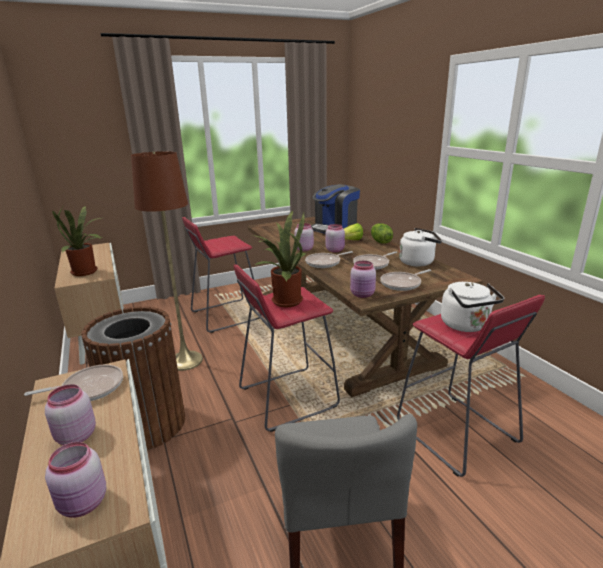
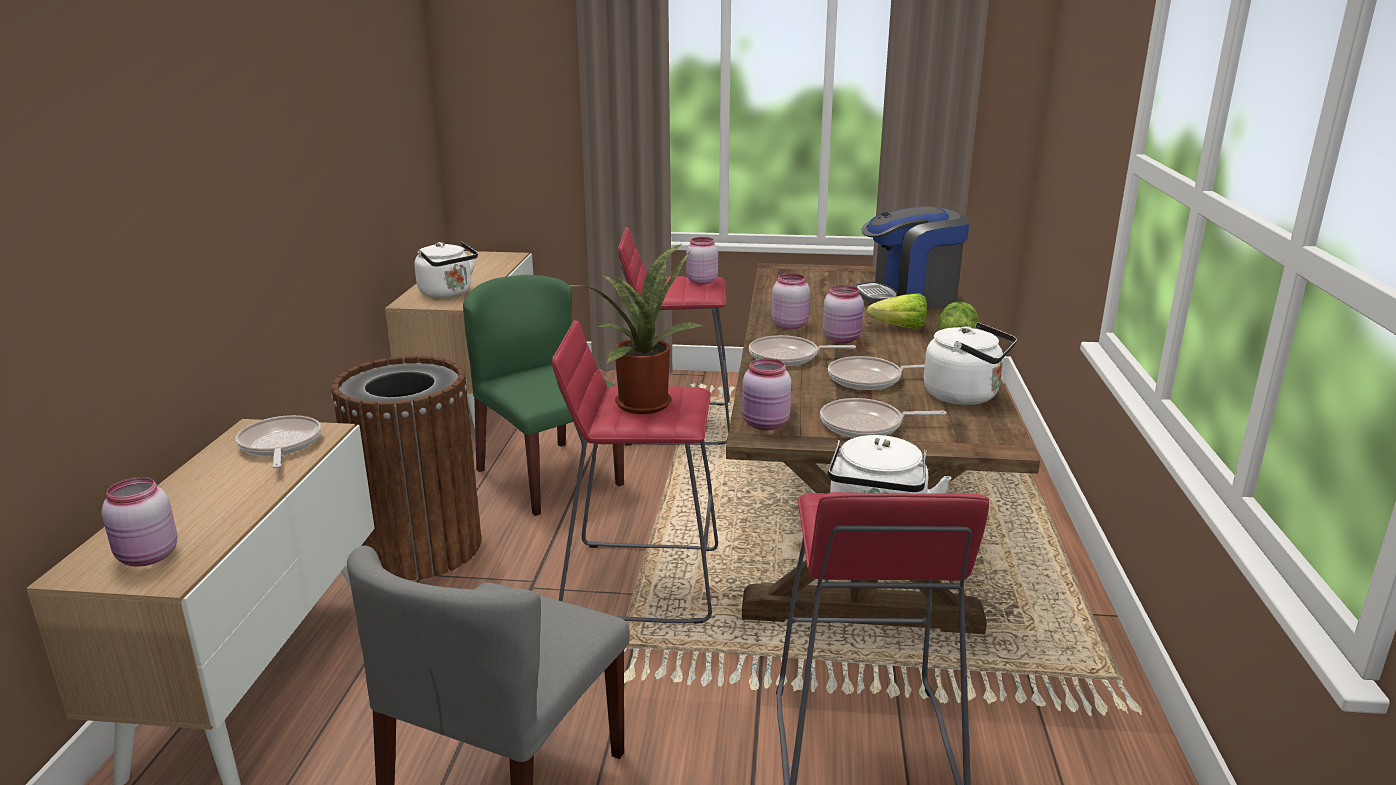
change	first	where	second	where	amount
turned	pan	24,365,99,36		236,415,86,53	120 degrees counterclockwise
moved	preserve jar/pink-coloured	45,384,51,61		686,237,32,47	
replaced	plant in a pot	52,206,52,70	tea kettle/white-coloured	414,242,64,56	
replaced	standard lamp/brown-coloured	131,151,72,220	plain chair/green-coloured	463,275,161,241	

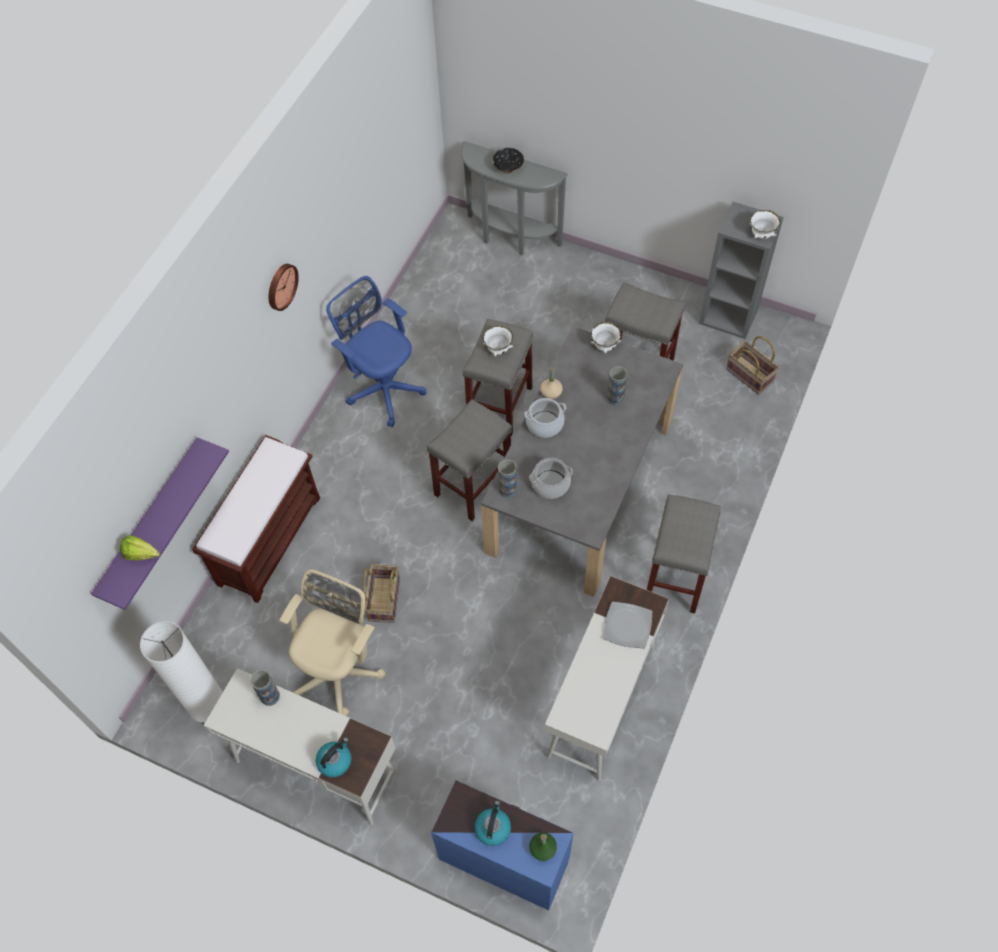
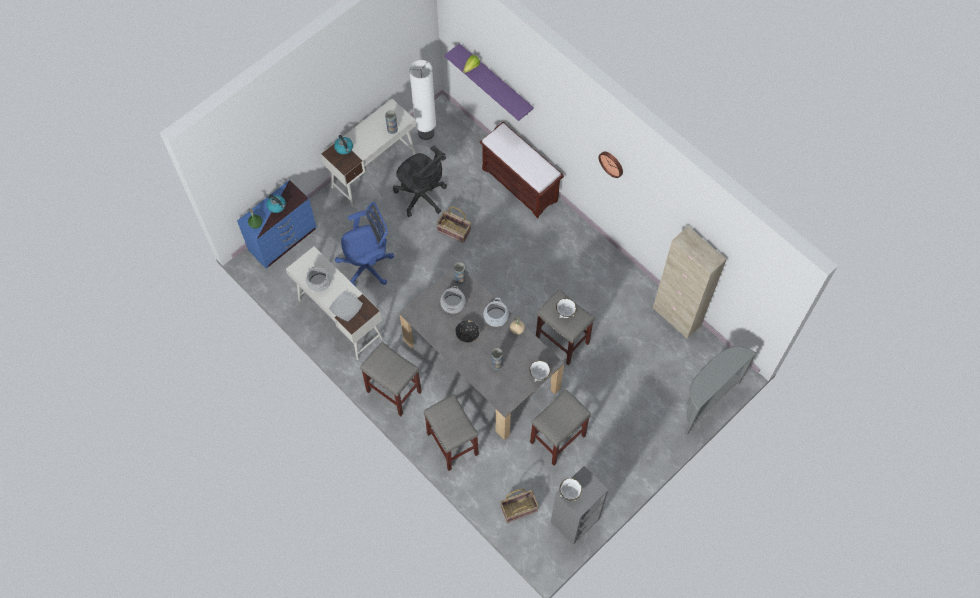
change	first	where	second	where	amount
recoloured	desk chair/beige	280,569,106,147	desk chair/black-coloured	393,145,54,72	
moved	desk chair/blue	326,276,101,151		335,202,59,85	
moved	stool/greyish	427,399,85,122		424,395,55,76	
moved	deep dish/black-coloured	492,148,32,25		455,320,24,23	
added			cooking pot	306,266,25,26	
added			cupboard/beige	653,226,74,113	

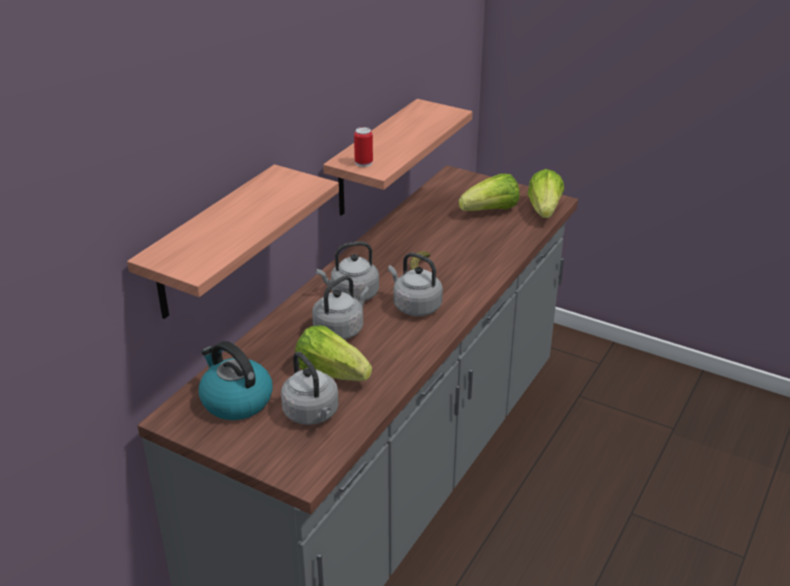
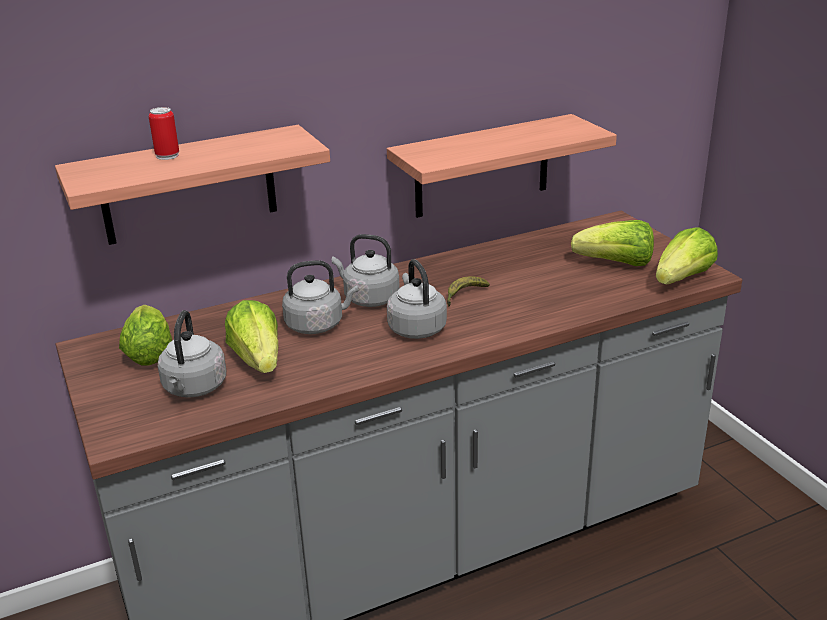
change	first	where	second	where	amount
replaced	tea kettle	199,341,74,79	lettuce	119,305,53,61	
moved	metal can	354,127,19,40		149,107,30,53	

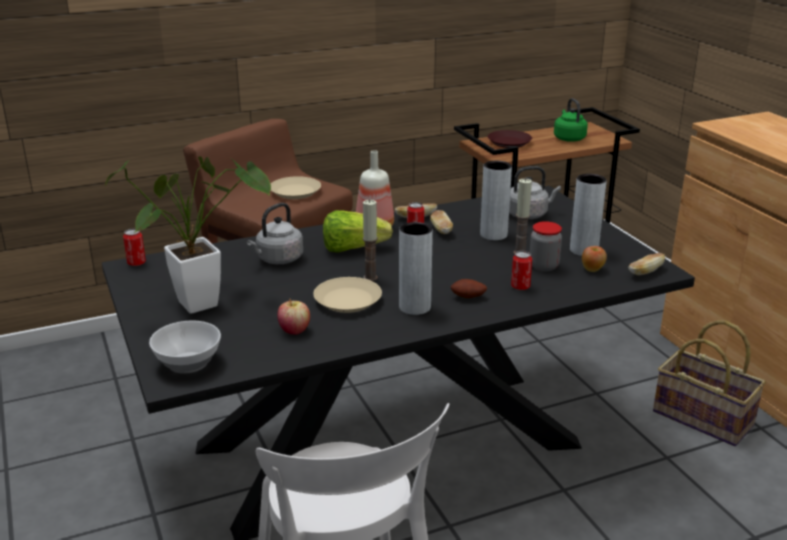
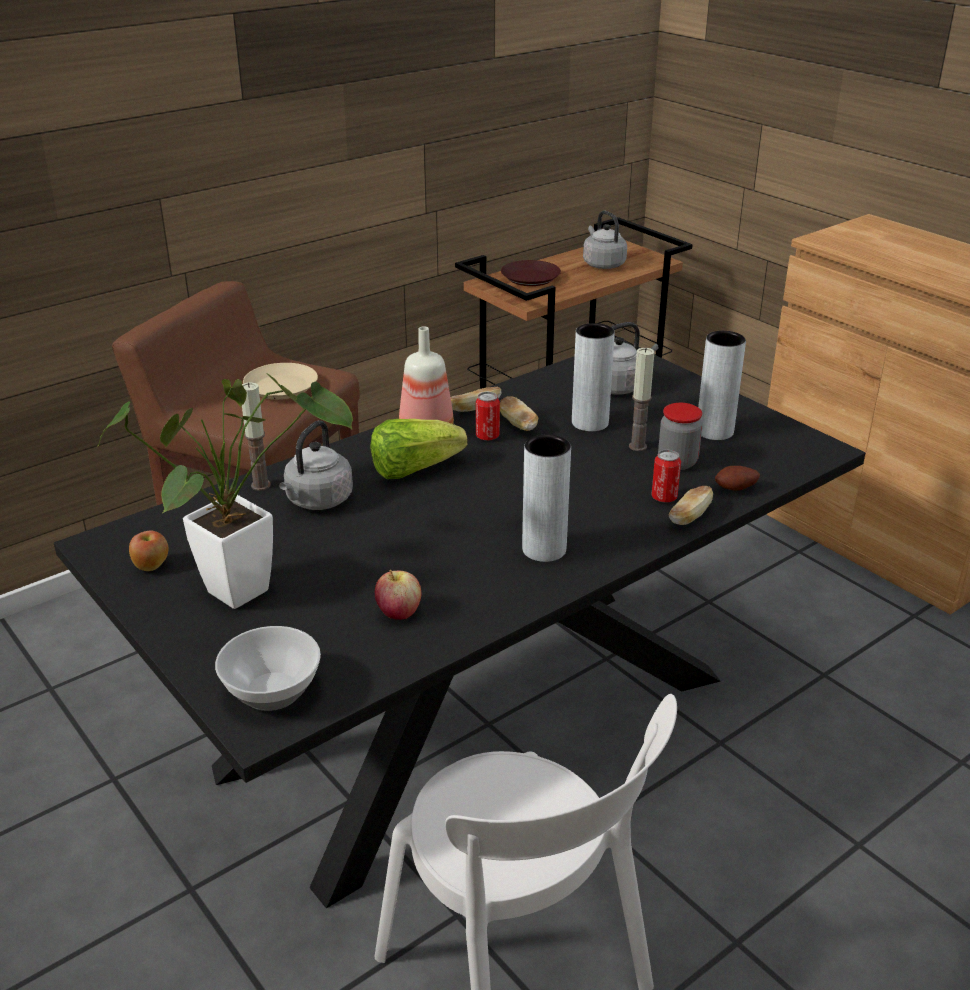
change	first	where	second	where	amount
removed	metal can	123,229,23,37			
removed	plate/beige	313,277,69,36			
moved	wax light	363,199,15,82		242,382,29,109	
moved	whole potato	451,279,36,19		715,466,45,25	
recoloured	tea kettle/green-coloured	554,98,34,44	tea kettle/greyish	583,211,44,58	
moved	whole apple	582,246,25,26		129,531,39,40	
moved	bread	628,253,37,22		669,486,44,39	
removed	storage basket	653,320,113,126			

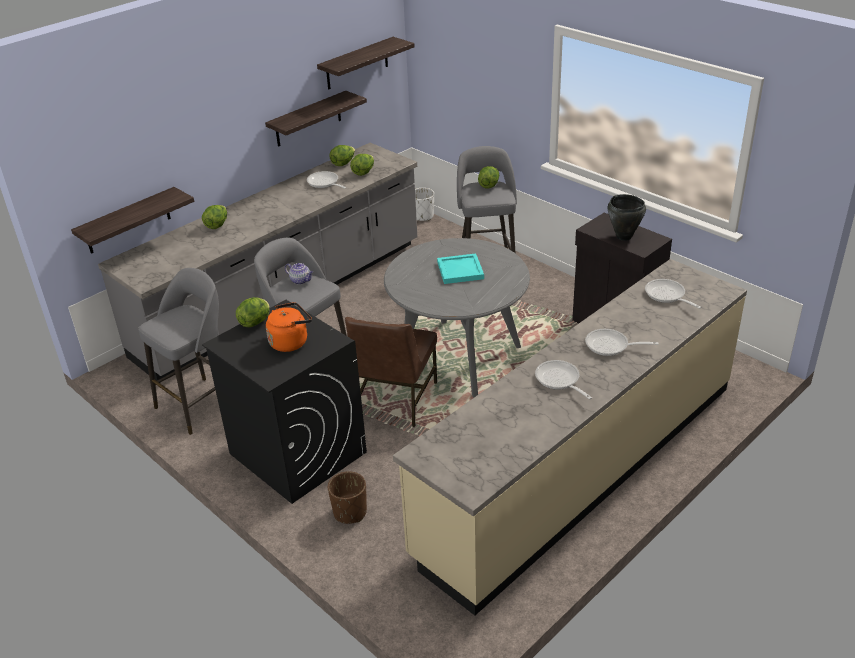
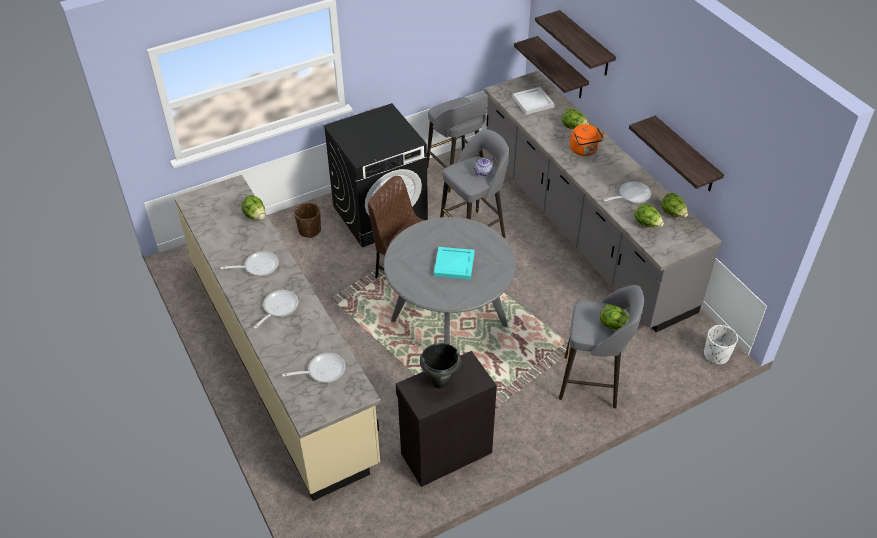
change	first	where	second	where	amount
moved	lettuce	236,297,34,30		241,195,24,26	
moved	tea kettle/orangey	266,302,46,50		570,124,34,32	
moved	wall shelf	317,37,98,53		535,10,81,65	
added			carrying tray/white-coloured	512,87,43,28	

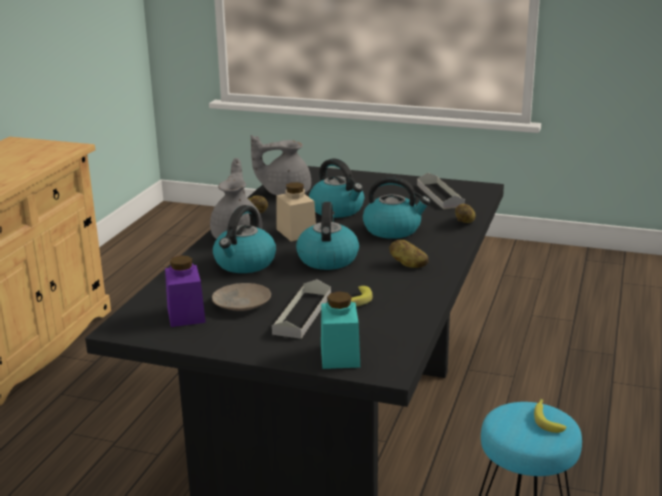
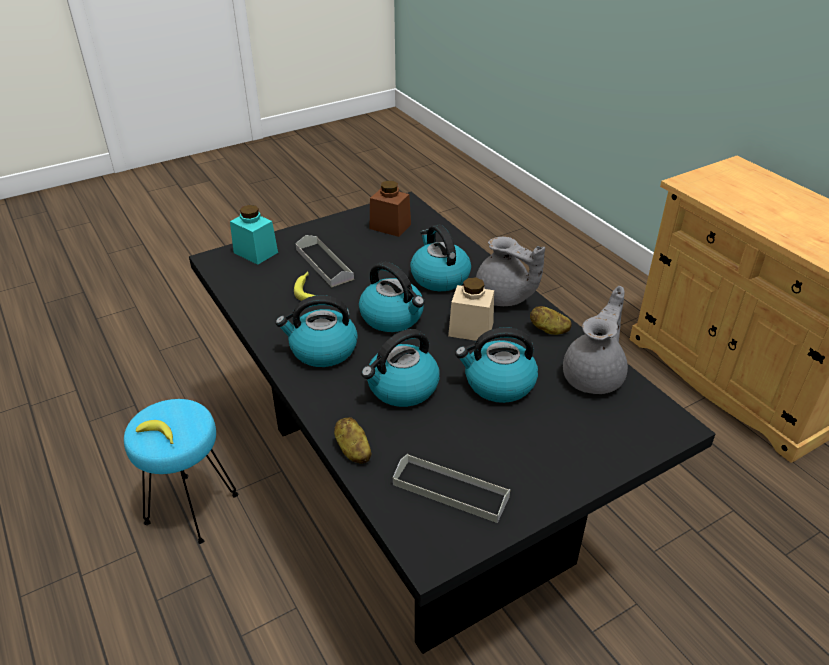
change	first	where	second	where	amount
recoloured	preserve jar/purple-coloured	165,255,41,72	preserve jar/brown-coloured	370,181,41,56	
removed	plate/beige	212,283,59,28			
replaced	whole potato	389,239,40,29	tea kettle	275,295,83,72	

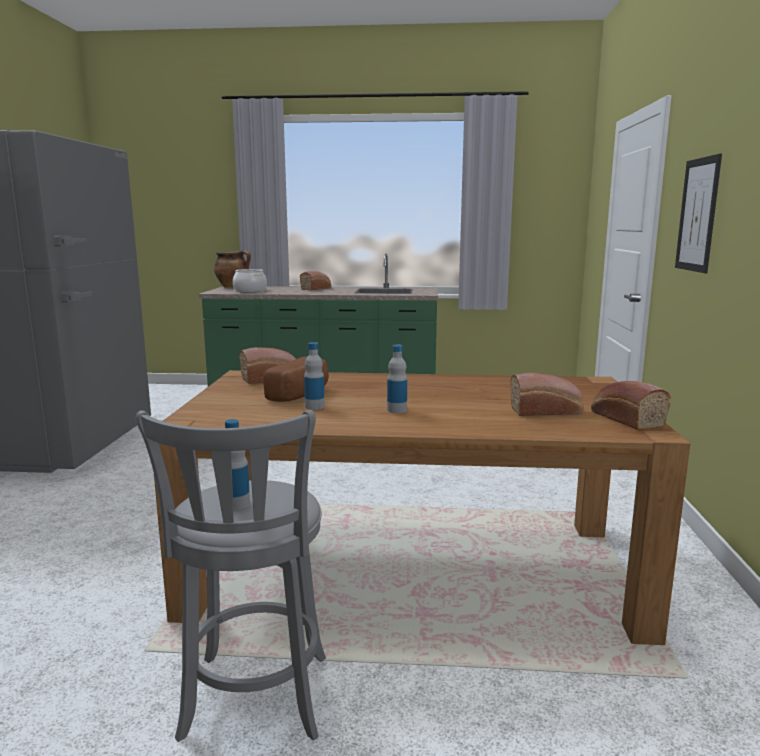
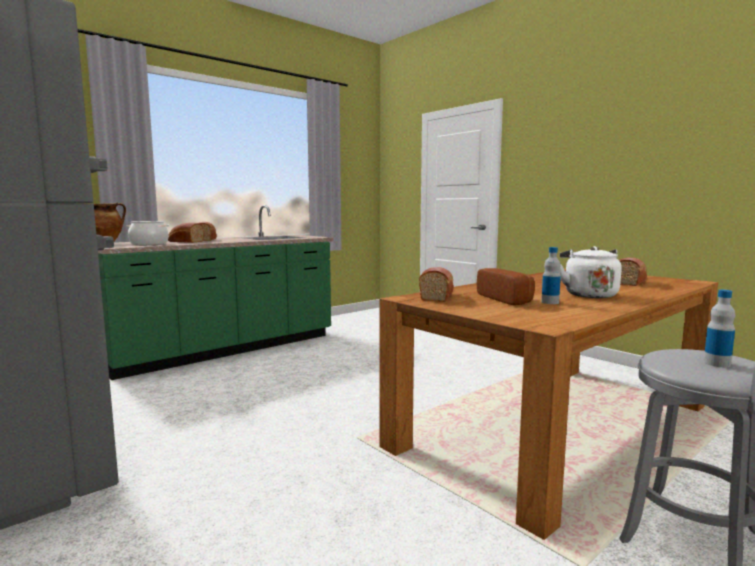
change	first	where	second	where	amount
replaced	bottle	387,345,20,68	tea kettle/white-coloured	559,246,63,52	
moved	bread	591,381,80,50		168,222,36,21	
removed	wall art	675,154,47,119			

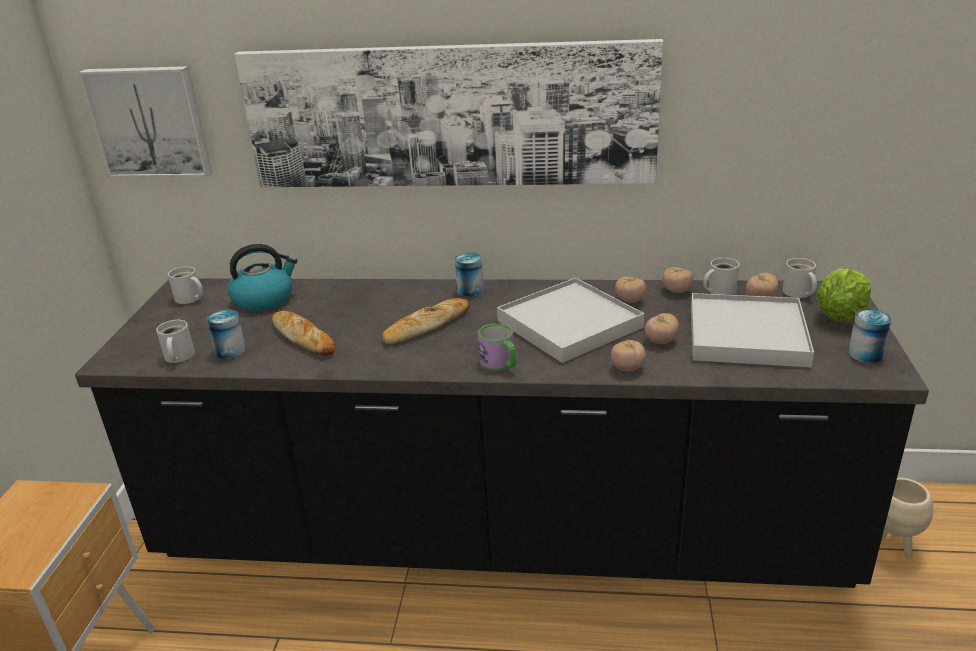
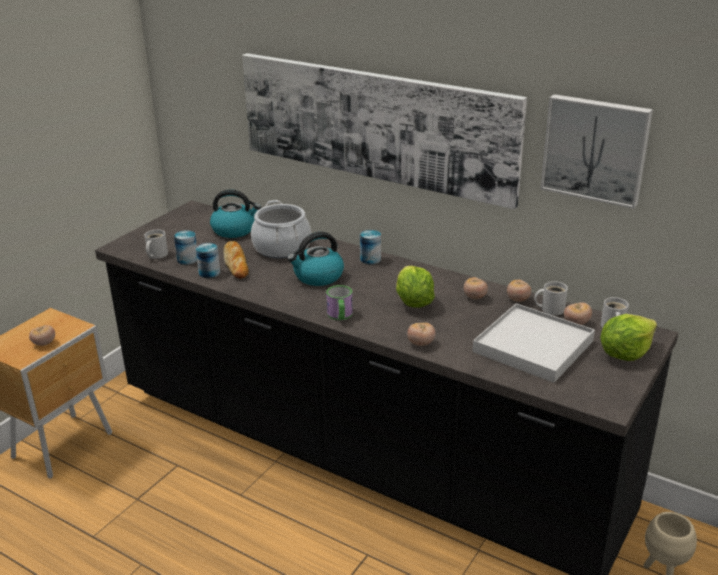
change	first	where	second	where	amount
moved	wall art	78,66,134,112		541,94,112,115	
removed	mug/white-coloured	168,266,35,38			
replaced	bread	383,298,87,47	tea kettle	287,232,57,54	
replaced	carrying tray/white-coloured	497,278,147,85	lettuce	396,266,39,42	
moved	tomato	645,313,34,31		29,325,26,21	
moved	metal can	848,309,43,54		196,243,24,35	
added			cooking pot	251,200,60,58	

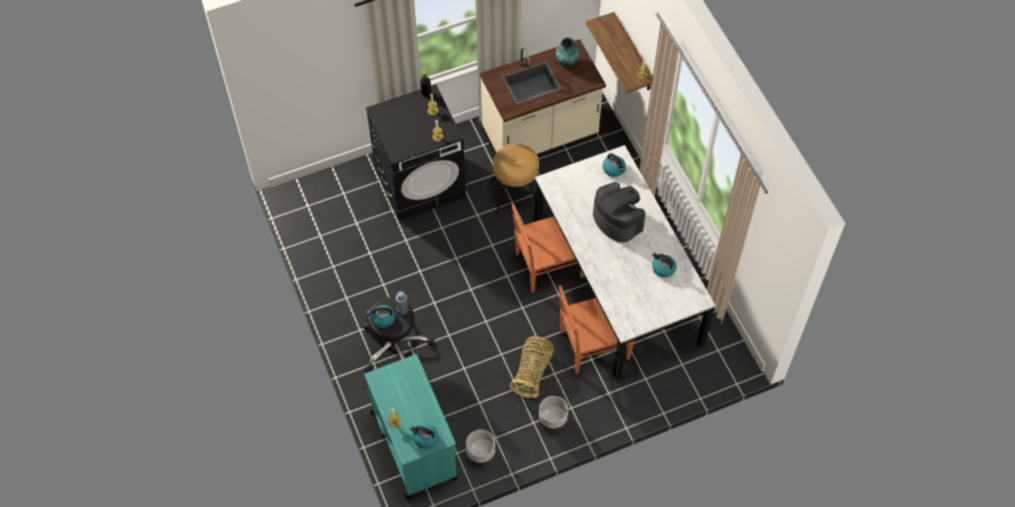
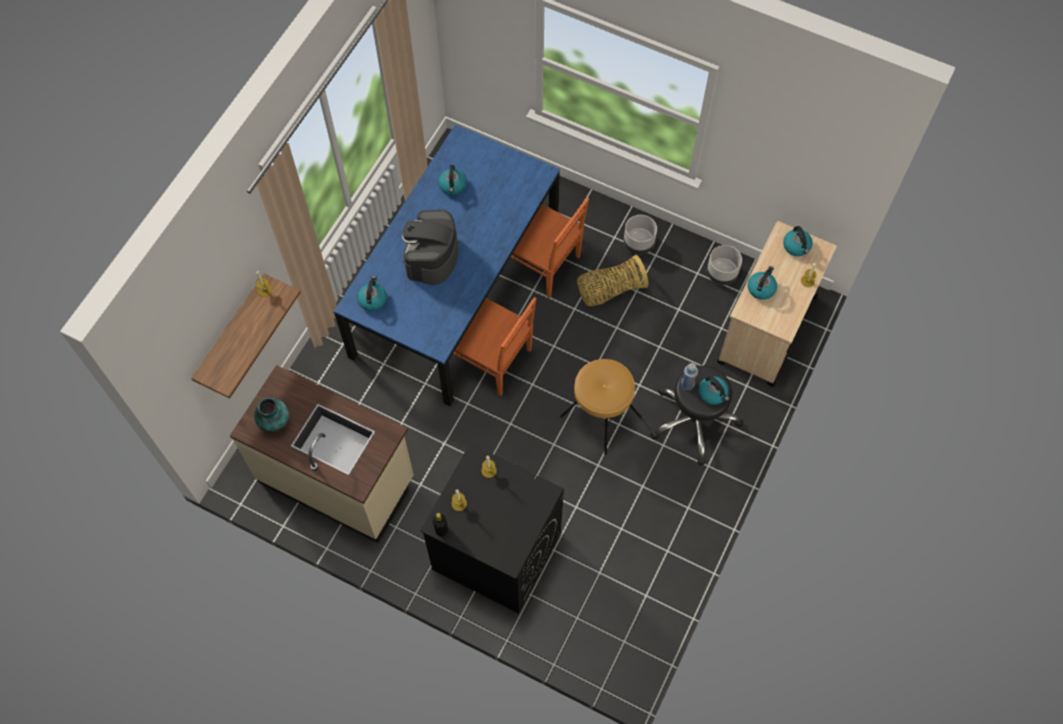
change	first	where	second	where	amount
recoloured	wheeled cart/turquoise	365,354,93,145	wheeled cart/beige	717,221,120,166	
moved	stool/brown-coloured	490,144,53,74		560,359,82,96	
recoloured	dining table/white-coloured	534,145,182,236	dining table/blue	334,125,226,282	
added			tea kettle	748,266,29,34	

